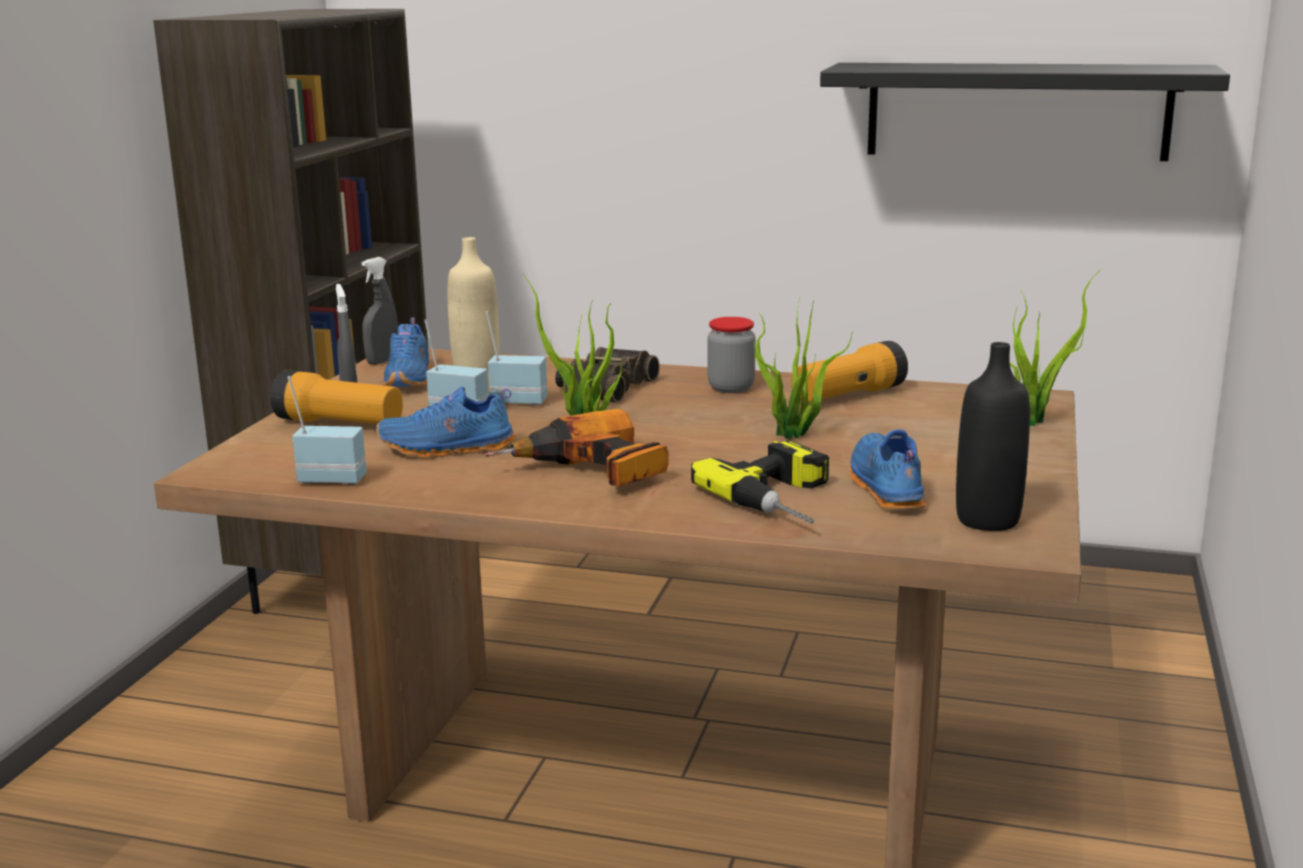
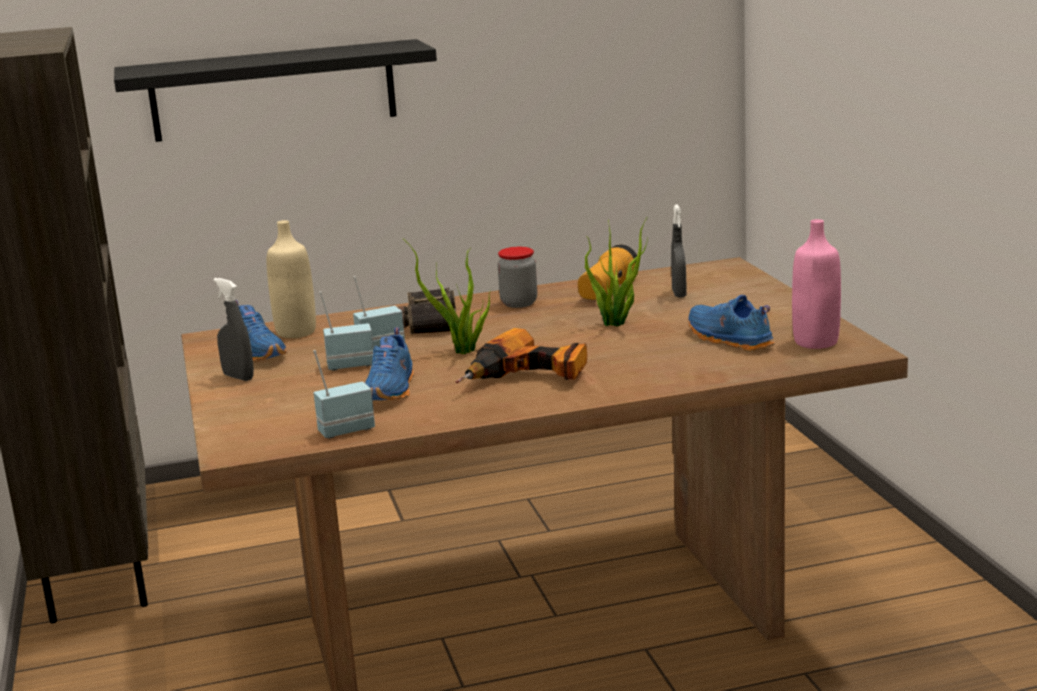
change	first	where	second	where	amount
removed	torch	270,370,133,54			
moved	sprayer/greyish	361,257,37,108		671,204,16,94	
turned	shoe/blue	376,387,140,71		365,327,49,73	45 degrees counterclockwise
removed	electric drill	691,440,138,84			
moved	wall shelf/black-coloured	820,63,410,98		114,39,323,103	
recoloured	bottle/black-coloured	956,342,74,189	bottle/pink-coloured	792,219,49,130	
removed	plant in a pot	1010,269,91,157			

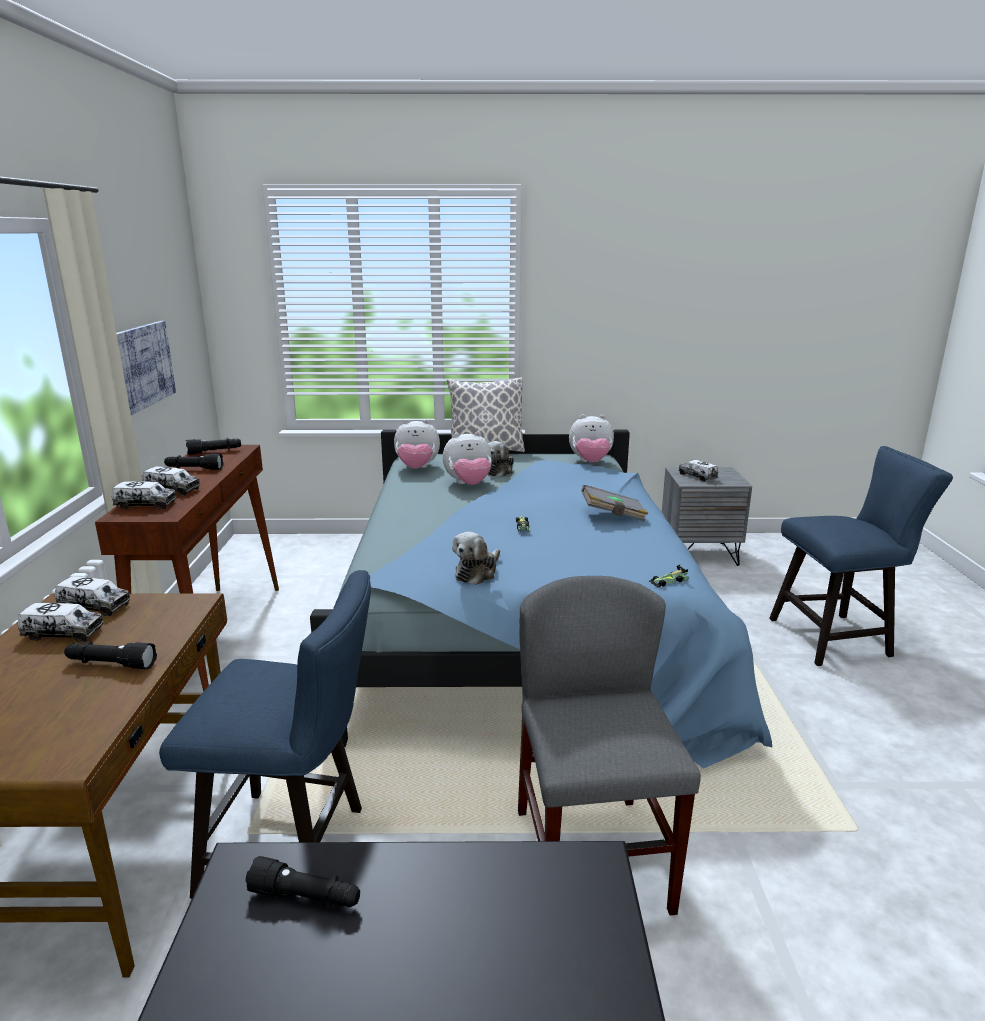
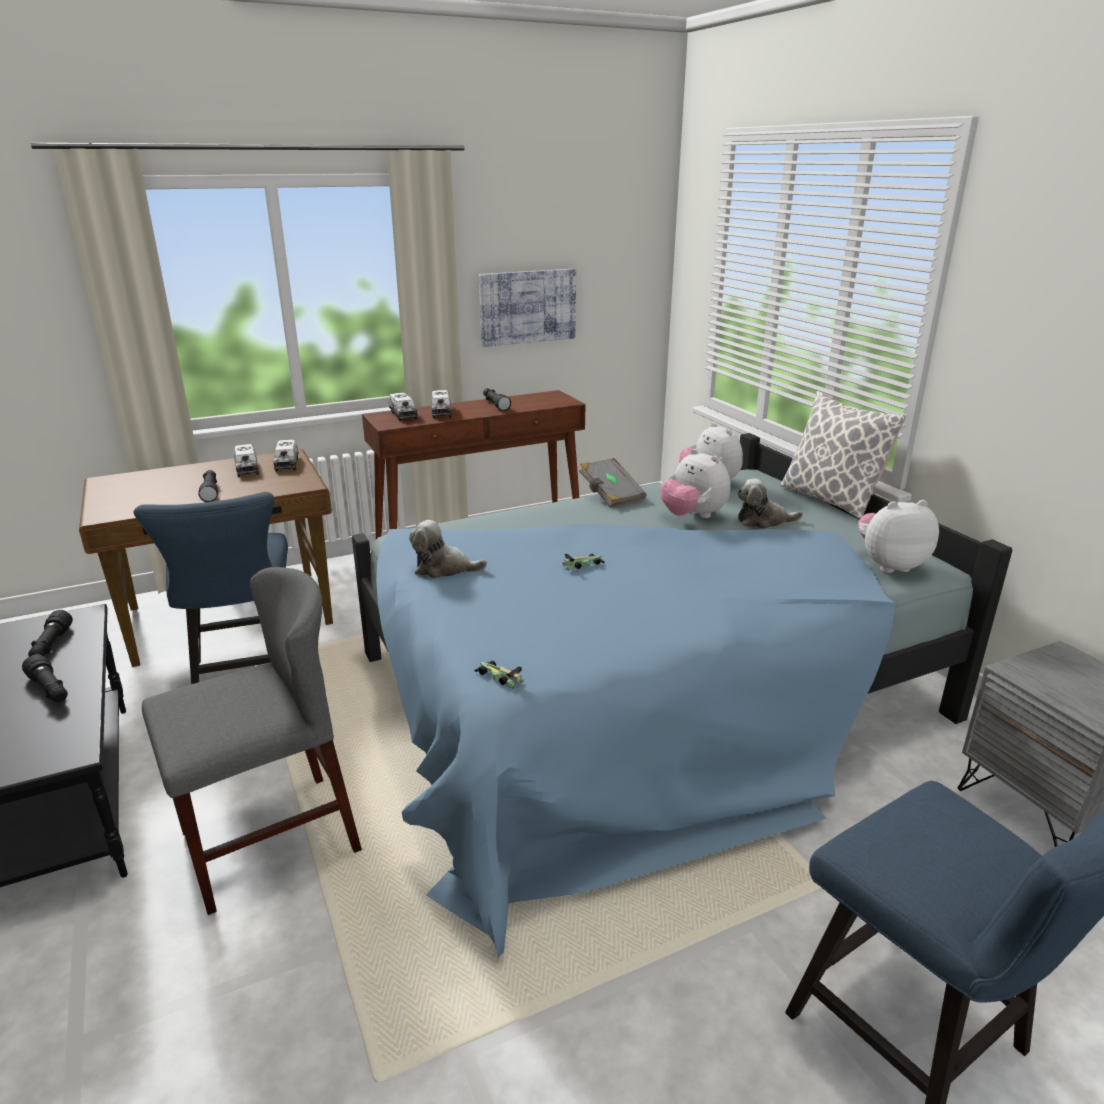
change	first	where	second	where	amount
moved	torch/black-coloured	186,438,55,17		22,654,46,48	
turned	soft toy	569,415,45,48		858,500,81,73	105 degrees clockwise
moved	volume/greyish	581,485,67,36		579,458,68,50	
removed	model truck	679,460,39,21			

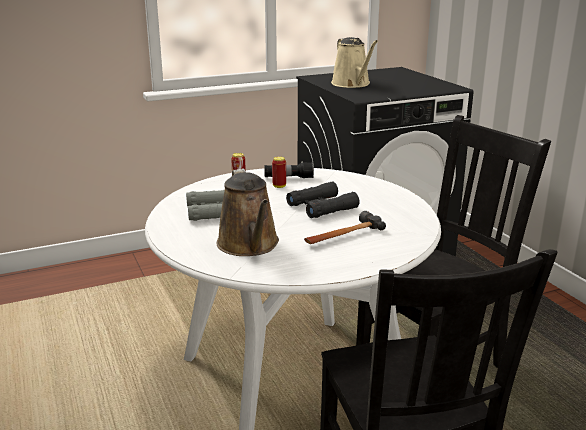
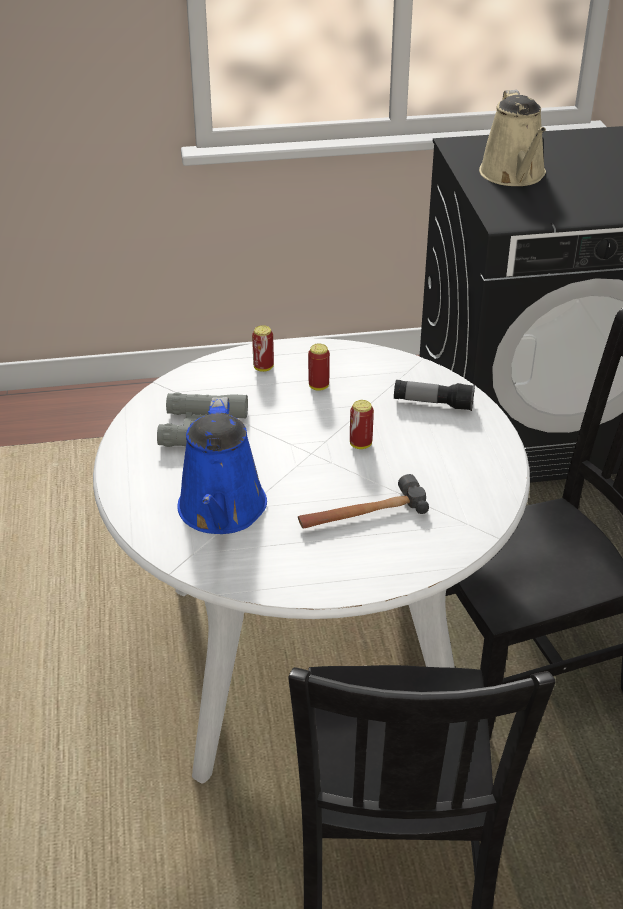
change	first	where	second	where	amount
recoloured	sprinkling can/brown-coloured	217,168,62,88	sprinkling can/blue	177,397,90,137	
moved	torch	264,162,50,16		394,380,81,31	
replaced	pair of binoculars/black-coloured	286,181,74,37	metal can	350,400,24,49	

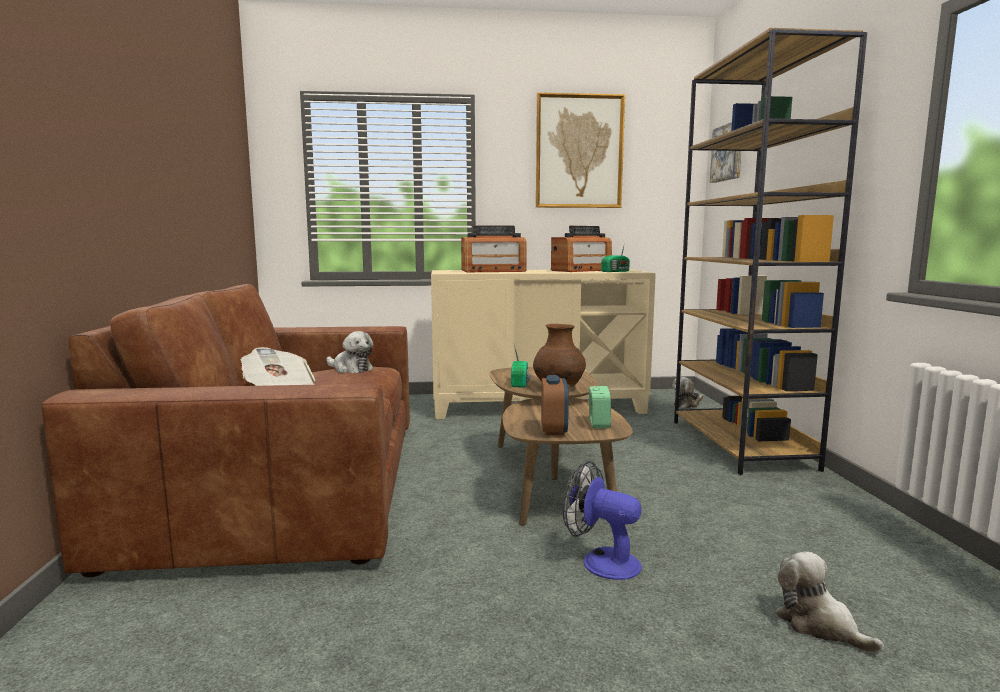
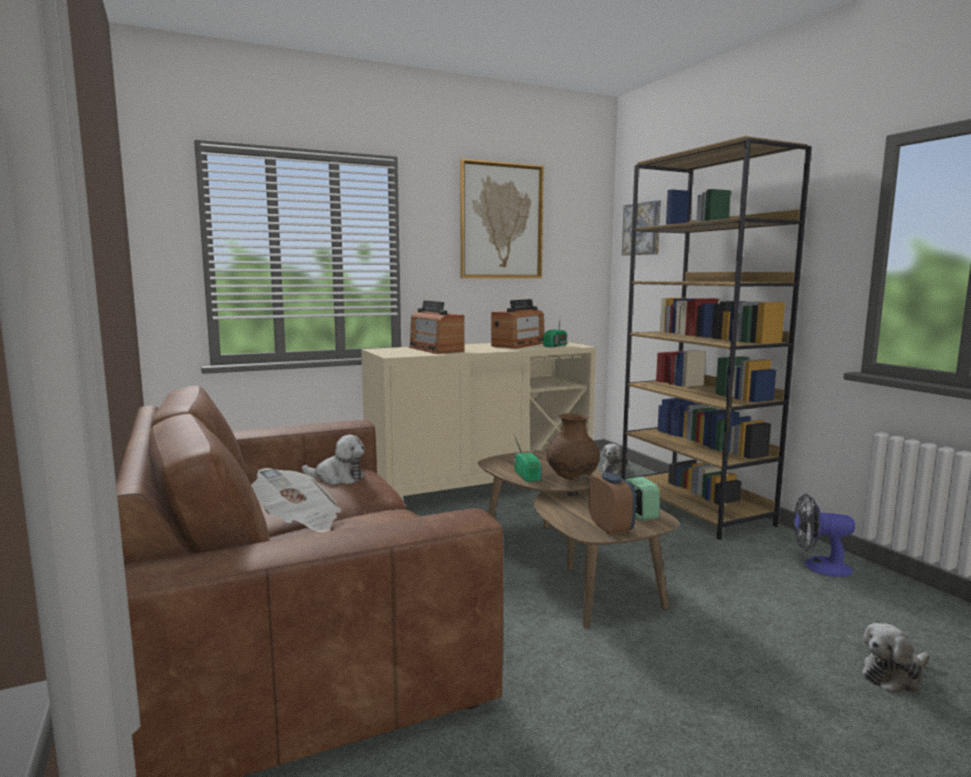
change	first	where	second	where	amount
turned	radio receiver	461,225,66,47		409,301,55,53	90 degrees clockwise
moved	fan	563,461,79,119		794,494,61,83	
turned	soft toy	775,552,109,101		862,623,68,70	60 degrees counterclockwise

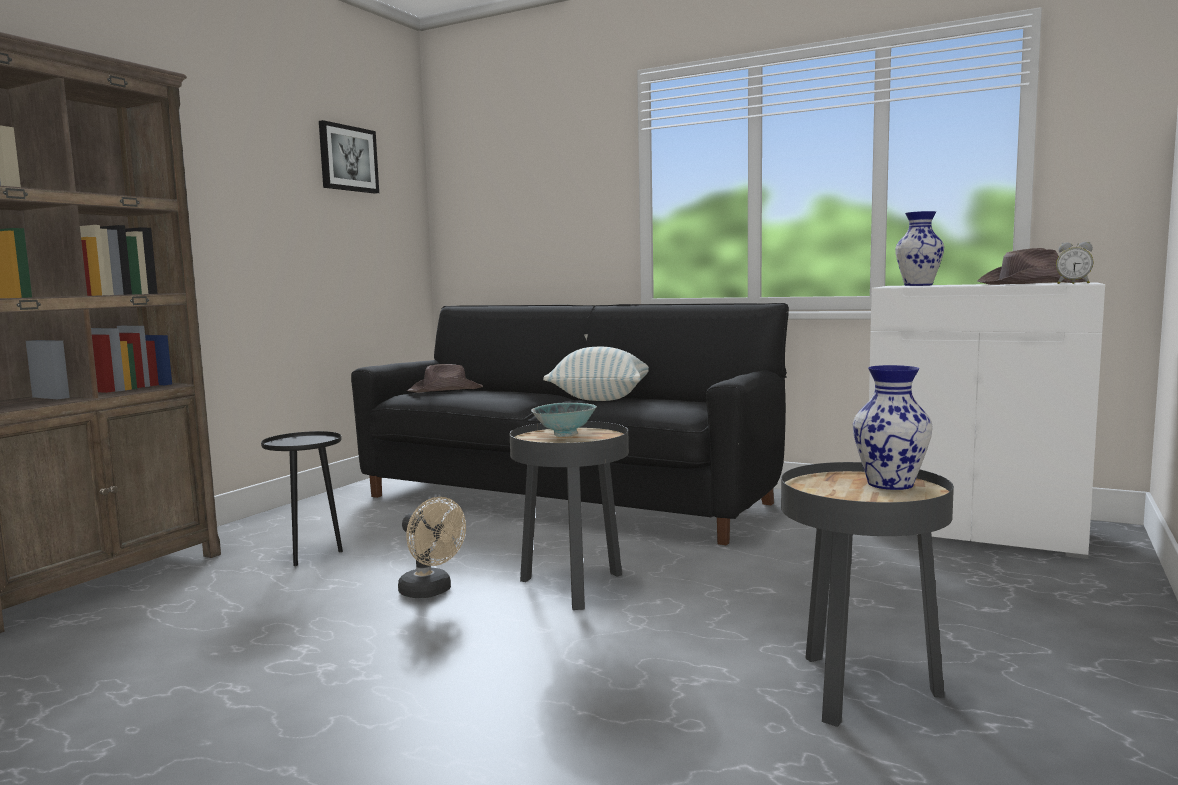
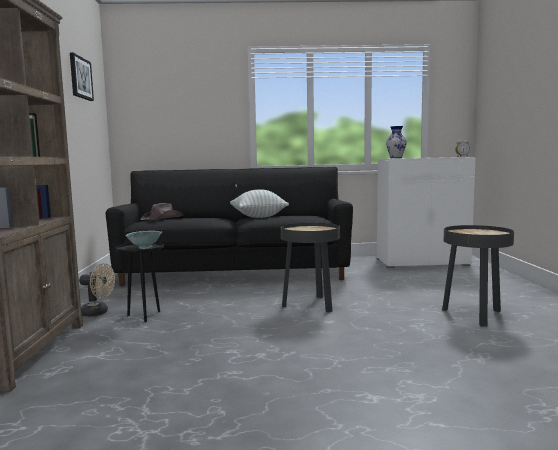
change	first	where	second	where	amount
moved	fan/beige	398,497,68,101		79,263,36,54	
moved	deep dish	531,403,66,34		126,231,36,18	
removed	vase	853,365,80,125			
removed	wearable hat/brown-coloured	977,248,109,37			

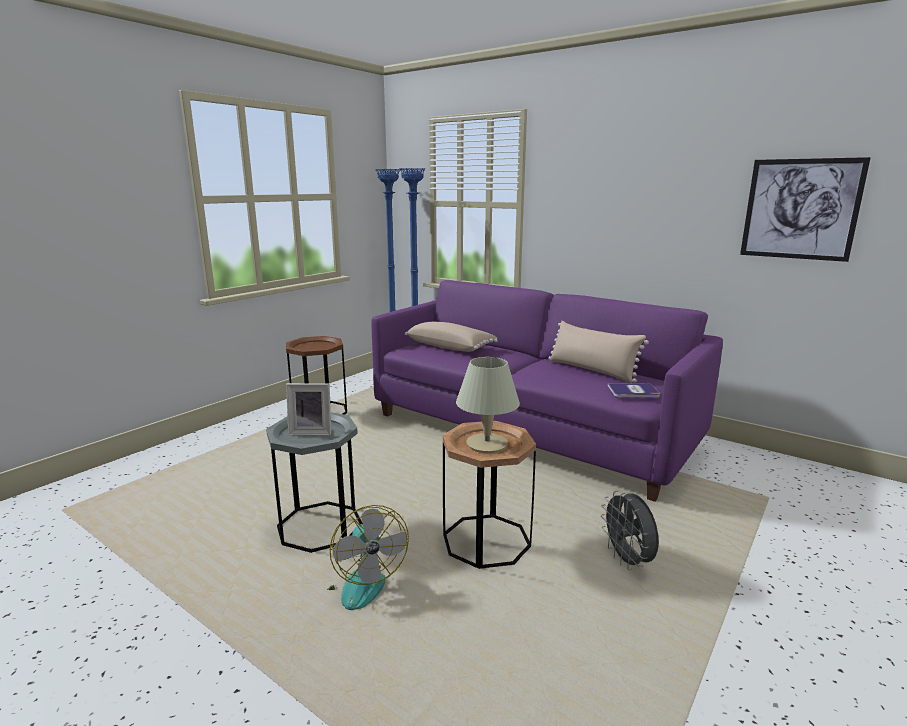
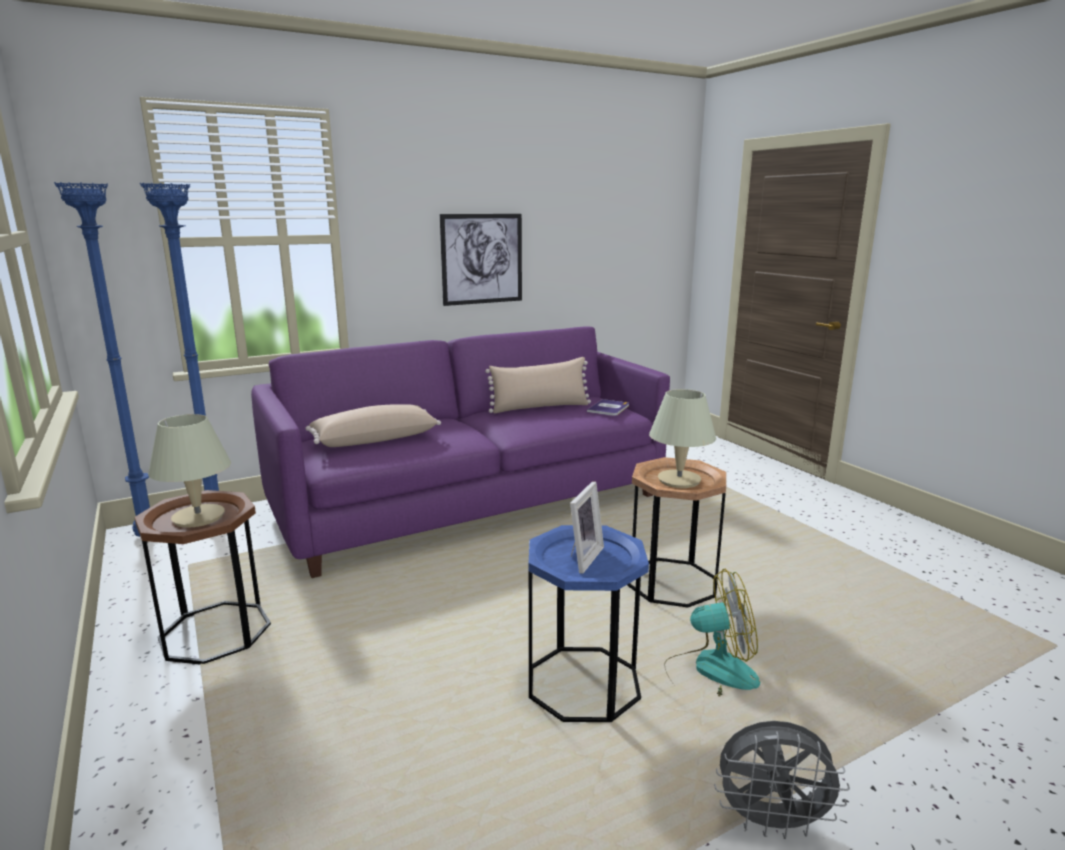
change	first	where	second	where	amount
recoloured	end table/greyish	266,412,97,141	end table/blue	529,525,120,197	
moved	fan/greyish	601,491,58,79		714,721,136,118	
moved	wall art	740,157,131,105		440,214,82,92	
added			lamp for a table/beige	148,414,83,113	

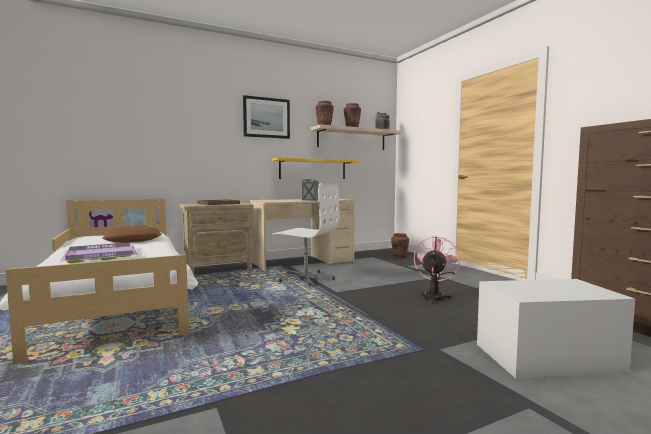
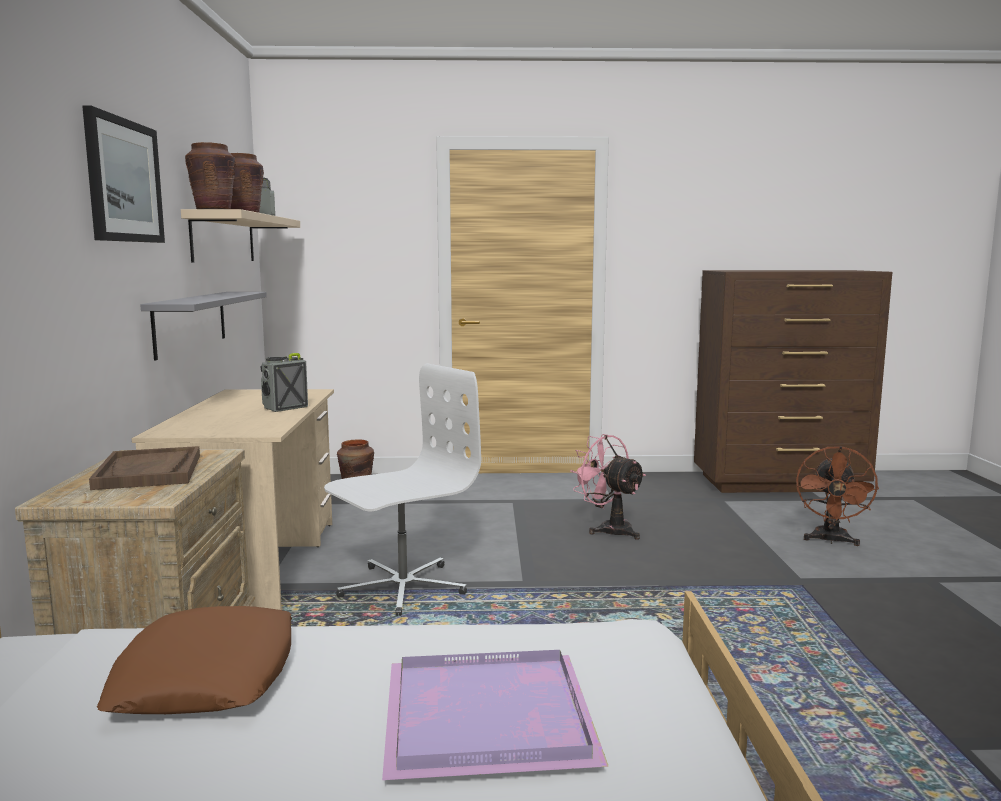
change	first	where	second	where	amount
recoloured	wall shelf/yellowish	272,158,87,21	wall shelf/greyish	140,292,127,68	
replaced	storage box/white-coloured	477,279,158,99	fan/brown-coloured	796,446,83,100	

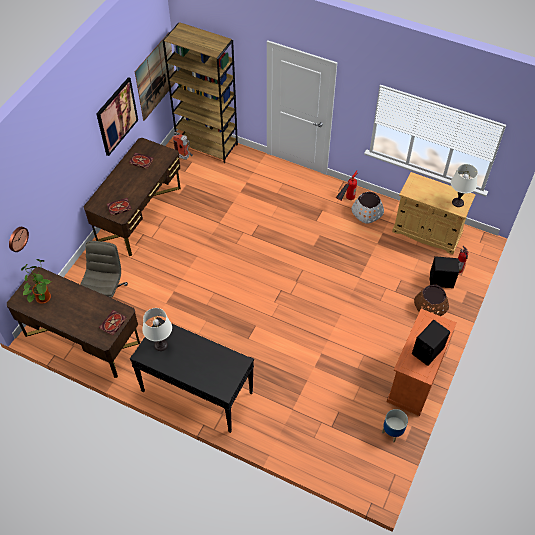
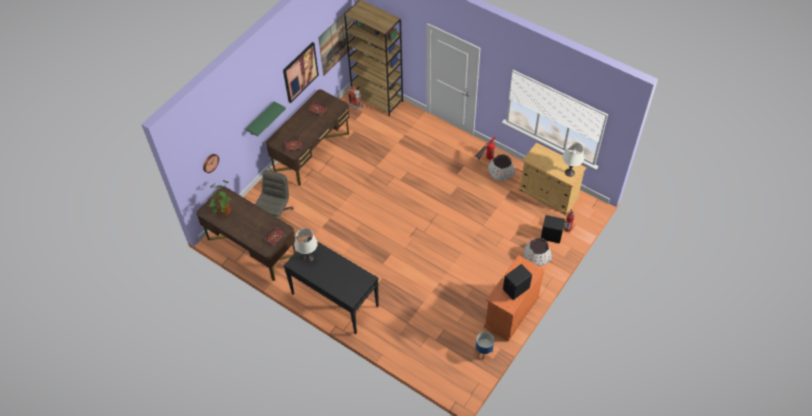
change	first	where	second	where	amount
recoloured	flower pot/brown-coloured	414,284,35,32	flower pot/white-coloured	524,238,28,28	
added			wall shelf/green-coloured	246,101,40,36	

